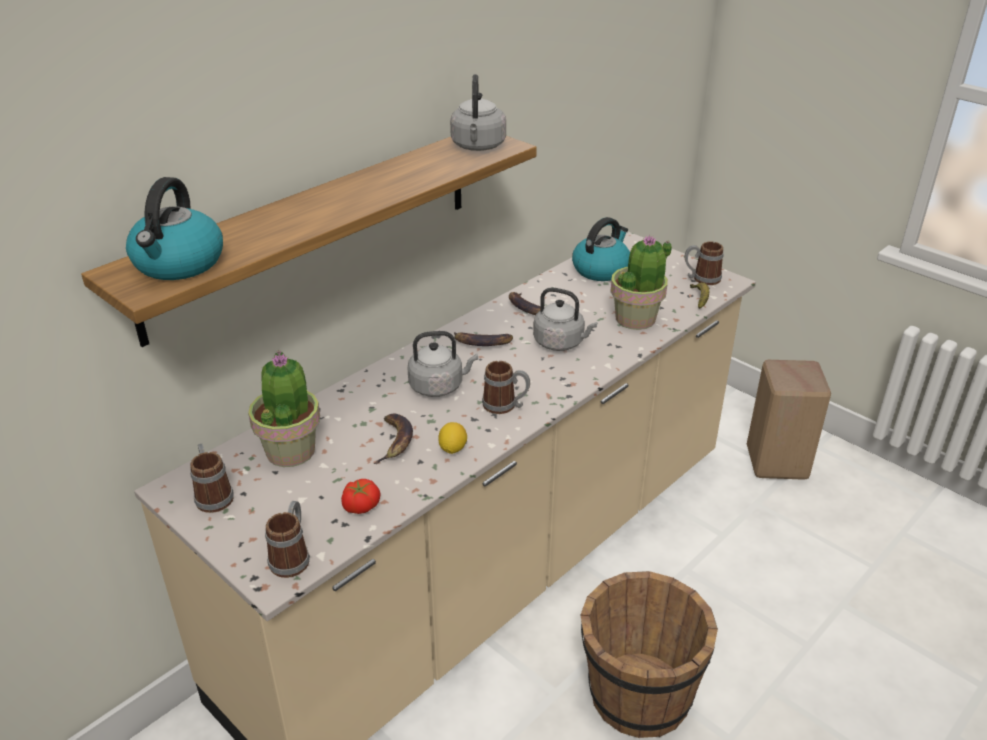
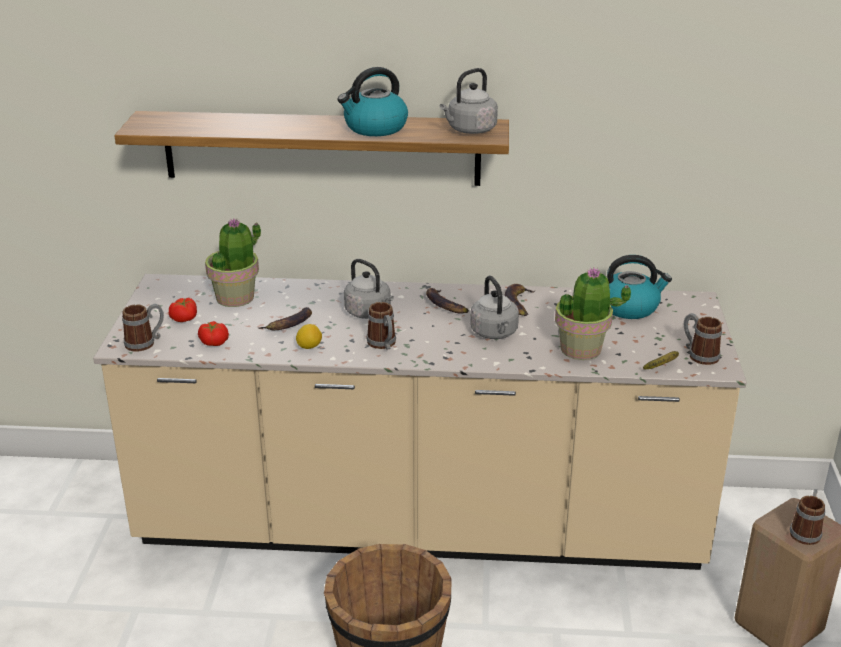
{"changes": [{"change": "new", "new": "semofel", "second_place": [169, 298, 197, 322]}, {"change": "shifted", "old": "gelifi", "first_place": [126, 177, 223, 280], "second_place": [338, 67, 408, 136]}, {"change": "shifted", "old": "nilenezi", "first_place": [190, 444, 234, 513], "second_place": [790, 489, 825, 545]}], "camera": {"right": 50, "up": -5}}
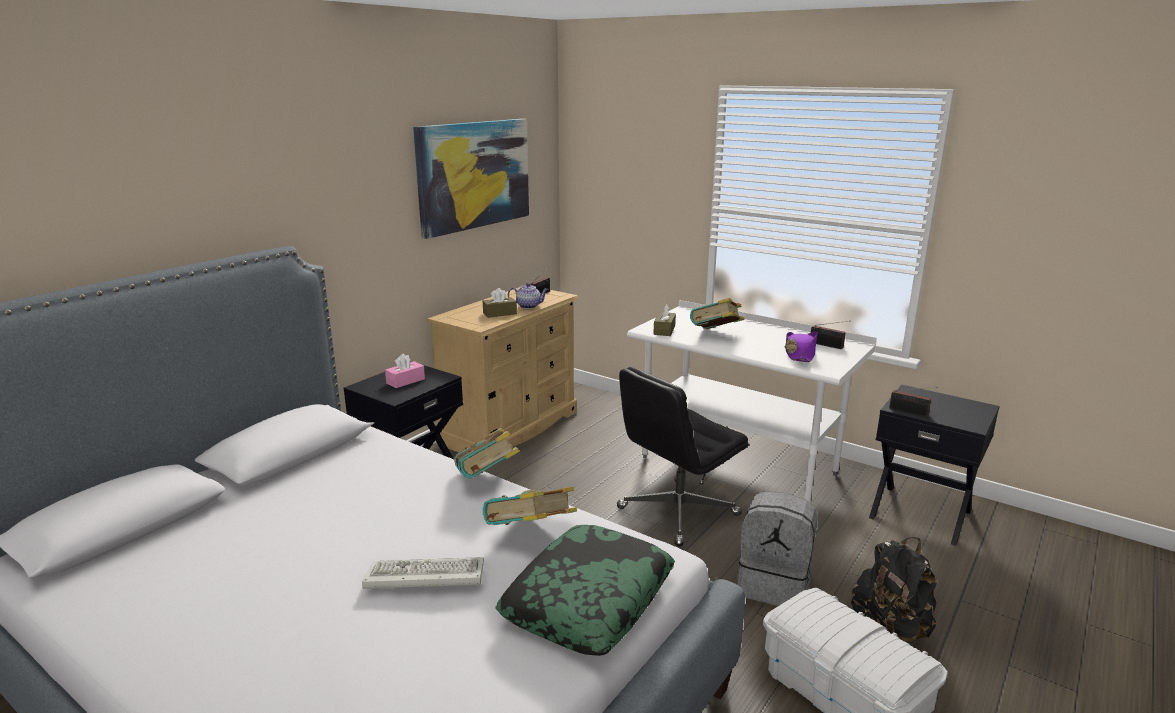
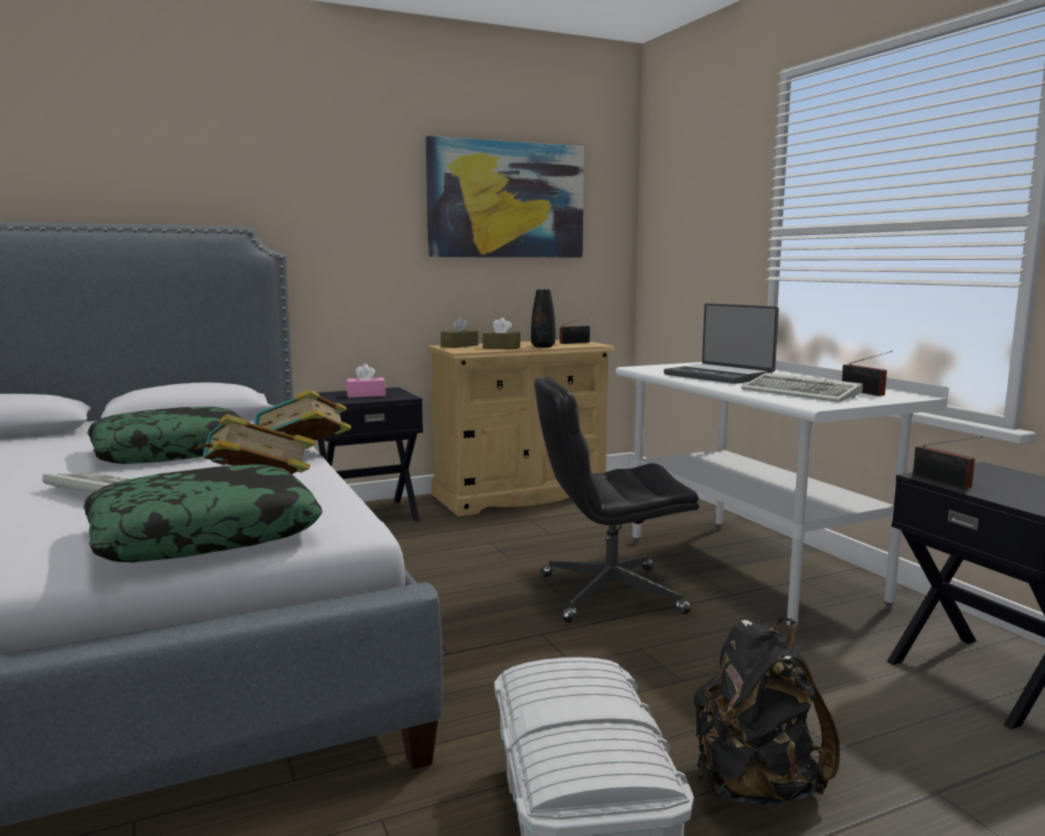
{"changes": [{"change": "gone", "old": "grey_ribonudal", "first_place": [737, 492, 818, 606]}, {"change": "new", "new": "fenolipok", "second_place": [88, 406, 243, 464]}, {"change": "shifted", "old": "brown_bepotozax", "first_place": [653, 304, 676, 336], "second_place": [441, 317, 478, 348]}, {"change": "swapped", "old": "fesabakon", "new": "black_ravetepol", "first_place": [508, 283, 548, 309], "second_place": [531, 289, 555, 348]}, {"change": "swapped", "old": "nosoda", "new": "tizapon", "first_place": [690, 298, 745, 329], "second_place": [664, 303, 779, 384]}, {"change": "swapped", "old": "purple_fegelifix", "new": "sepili", "first_place": [785, 332, 818, 362], "second_place": [741, 373, 863, 402]}], "camera": {"right": 30, "up": -10}}
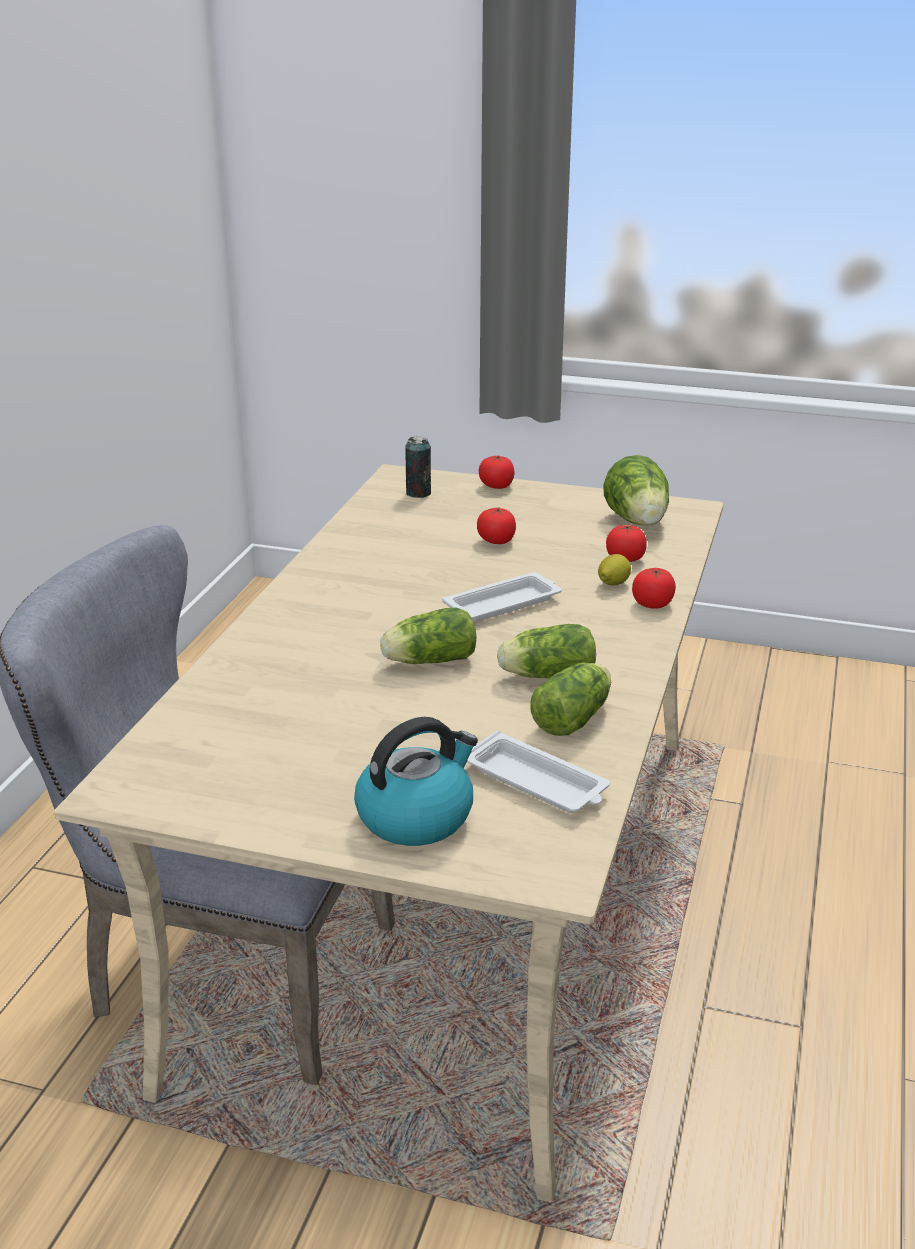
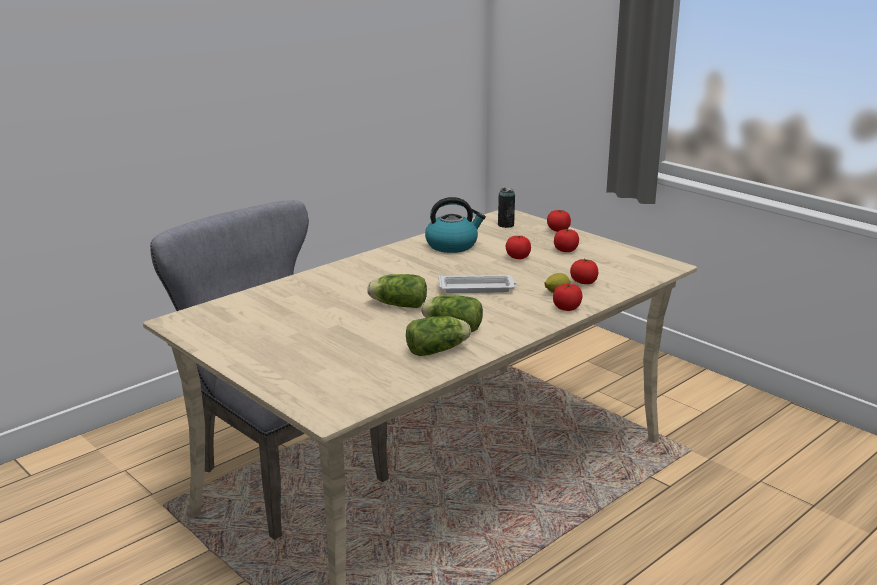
{"changes": [{"change": "gone", "old": "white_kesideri", "first_place": [467, 730, 610, 813]}, {"change": "gone", "old": "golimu", "first_place": [603, 455, 669, 526]}, {"change": "new", "new": "semofel", "second_place": [554, 229, 579, 252]}, {"change": "shifted", "old": "gelifi", "first_place": [354, 717, 478, 846], "second_place": [425, 197, 486, 253]}], "camera": {"right": 30, "up": -5}}
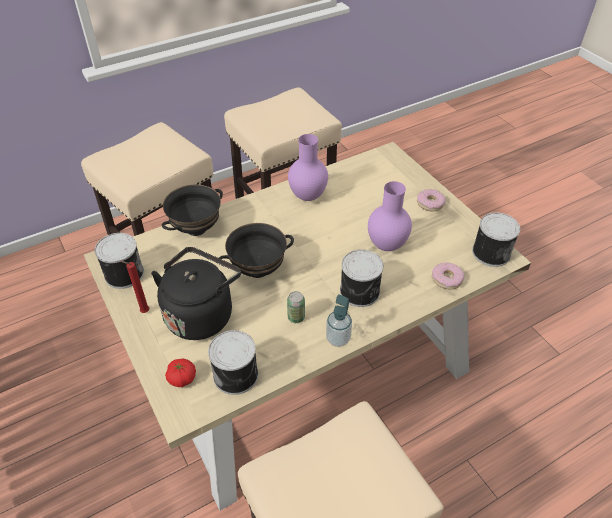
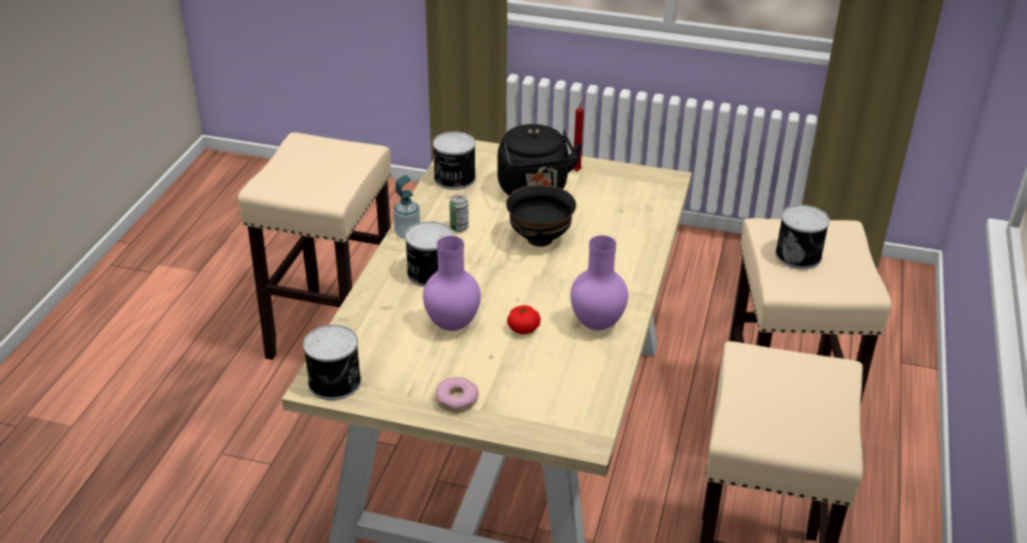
{"changes": [{"change": "gone", "old": "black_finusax", "first_place": [162, 185, 223, 236]}, {"change": "gone", "old": "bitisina", "first_place": [432, 262, 465, 289]}, {"change": "shifted", "old": "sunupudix", "first_place": [95, 233, 144, 289], "second_place": [775, 205, 830, 269]}, {"change": "shifted", "old": "semofel", "first_place": [165, 358, 196, 387], "second_place": [507, 305, 541, 334]}], "camera": {"right": 135, "up": -10}}
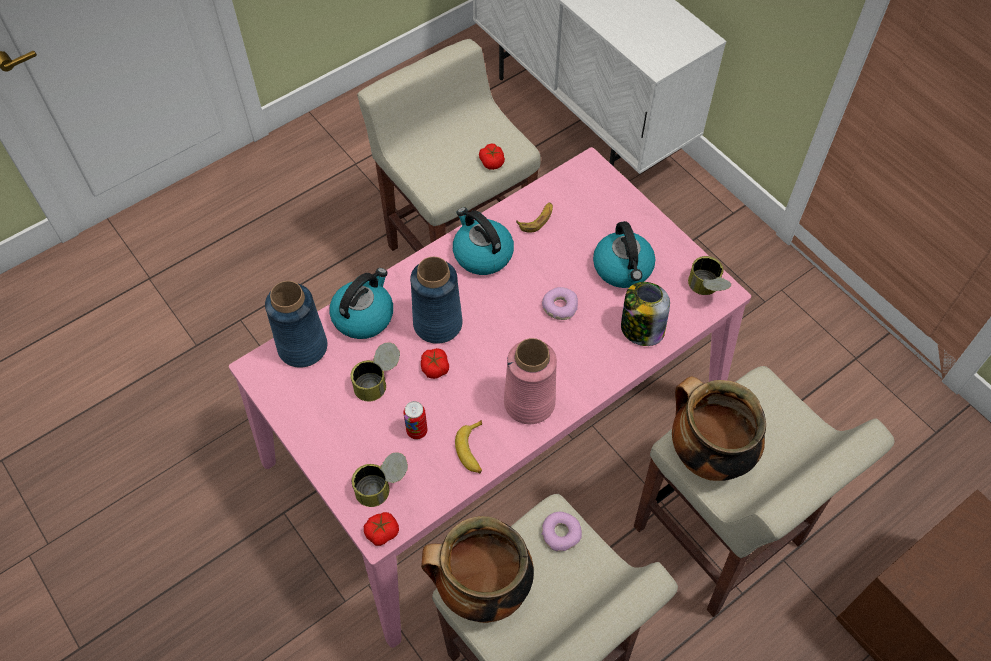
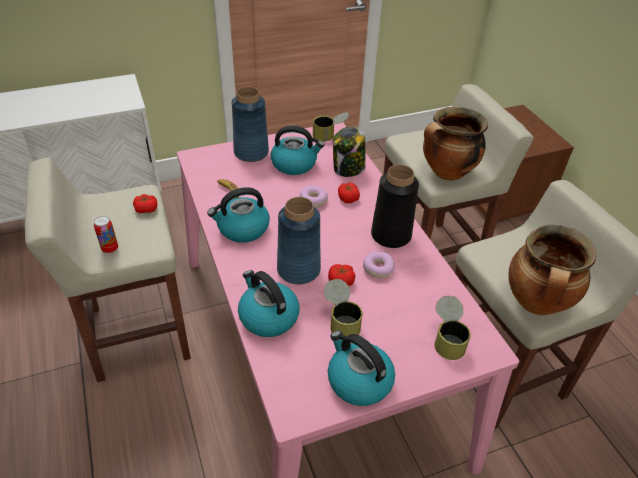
{"changes": [{"change": "gone", "old": "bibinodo", "first_place": [455, 420, 482, 474]}, {"change": "new", "new": "gelifi", "second_place": [328, 331, 395, 406]}, {"change": "shifted", "old": "blue_ravetepol", "first_place": [265, 281, 328, 368], "second_place": [232, 87, 269, 162]}, {"change": "shifted", "old": "semofel", "first_place": [364, 512, 399, 546], "second_place": [338, 183, 360, 203]}, {"change": "shifted", "old": "sunupudix", "first_place": [403, 401, 427, 440], "second_place": [94, 216, 118, 253]}, {"change": "shifted", "old": "bitisina", "first_place": [542, 512, 582, 551], "second_place": [363, 251, 395, 278]}, {"change": "repainted", "old": "pink_ravetepol", "new": "black_ravetepol", "first_place": [504, 338, 557, 424], "second_place": [371, 165, 419, 248]}], "camera": {"right": -75, "up": -15}}
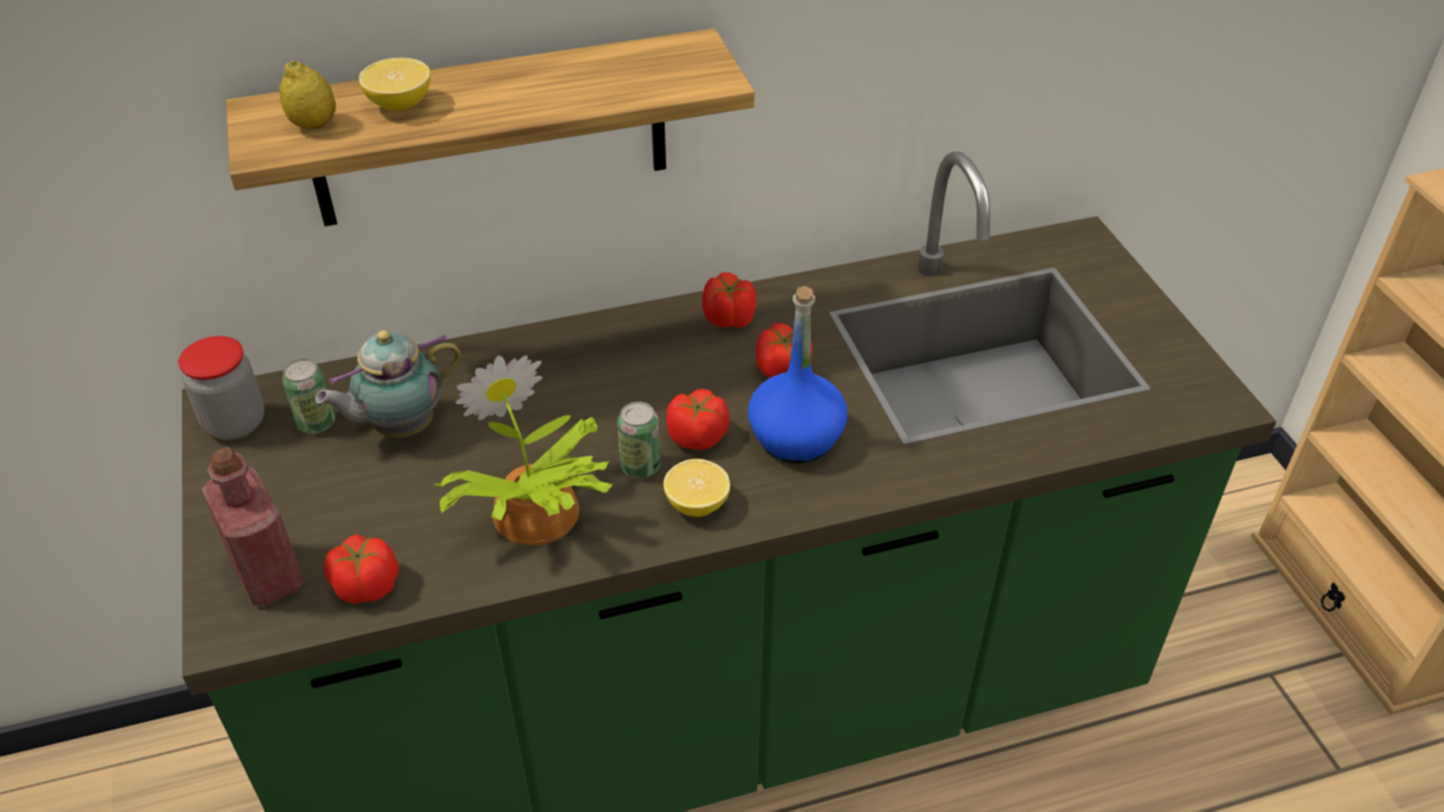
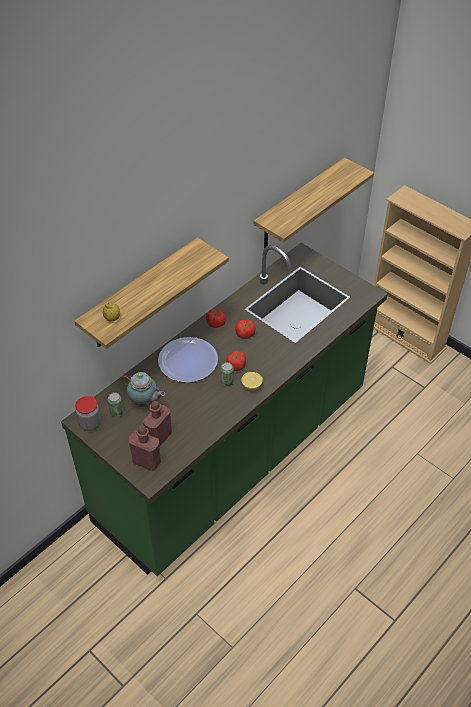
{"changes": [{"change": "gone", "old": "semofel", "first_place": [324, 534, 399, 604]}, {"change": "gone", "old": "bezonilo", "first_place": [359, 58, 431, 111]}, {"change": "gone", "old": "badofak", "first_place": [434, 355, 614, 545]}, {"change": "gone", "old": "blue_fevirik", "first_place": [748, 286, 847, 463]}, {"change": "new", "new": "red_fevirik", "second_place": [143, 401, 172, 446]}, {"change": "new", "new": "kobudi", "second_place": [158, 337, 218, 383]}, {"change": "new", "new": "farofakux", "second_place": [254, 157, 374, 248]}, {"change": "rotated", "old": "fesabakon", "first_place": [315, 330, 461, 438], "second_place": [121, 372, 165, 407], "degrees": -90}], "camera": {"right": -30, "up": 5}}
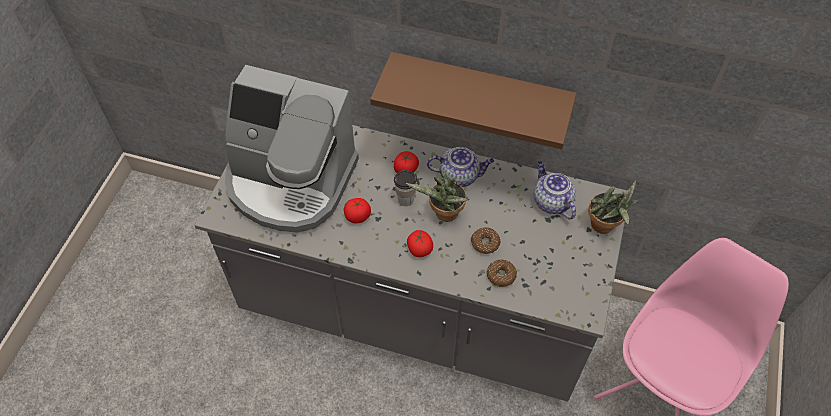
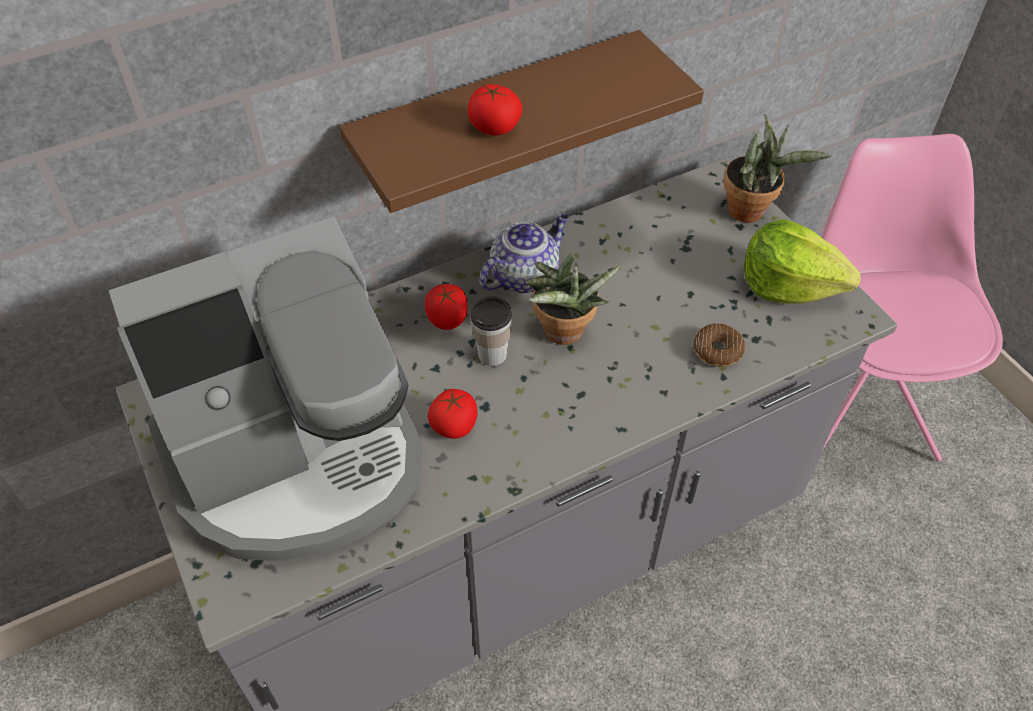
{"changes": [{"change": "gone", "old": "bitisina", "first_place": [471, 227, 501, 254]}, {"change": "gone", "old": "fesabakon", "first_place": [534, 161, 576, 219]}, {"change": "new", "new": "golimu", "second_place": [744, 219, 861, 304]}, {"change": "shifted", "old": "semofel", "first_place": [407, 230, 433, 257], "second_place": [468, 84, 522, 135]}], "camera": {"right": -45, "up": -5}}
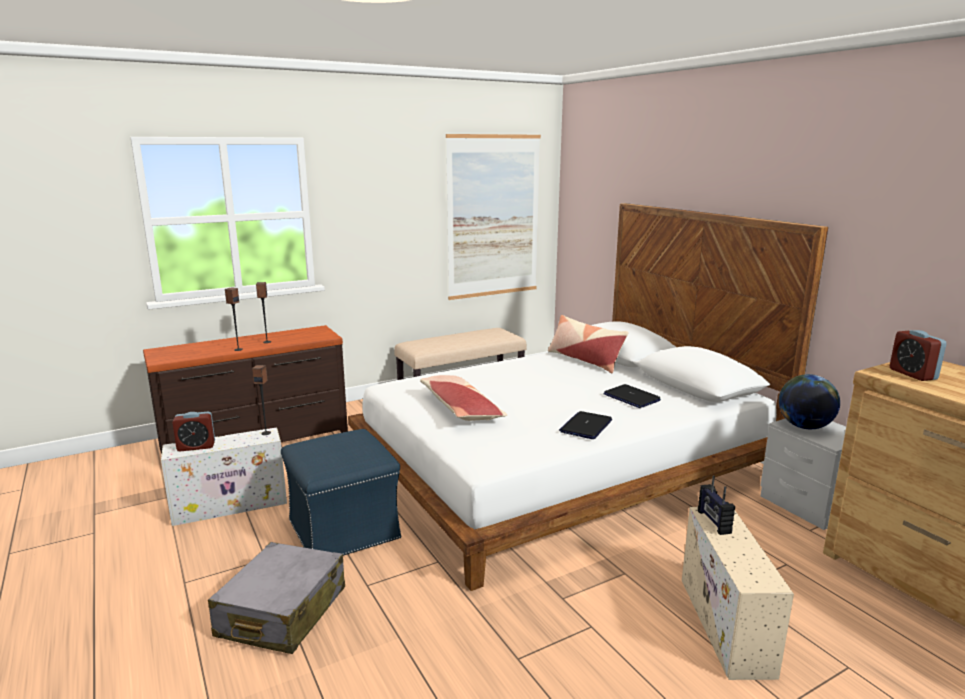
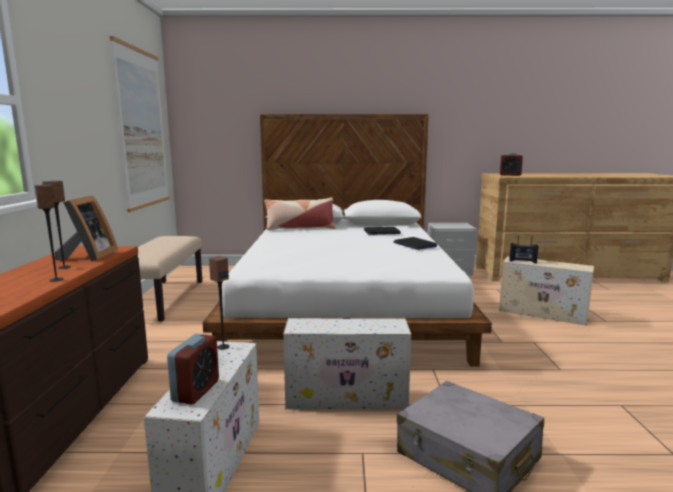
{"changes": [{"change": "gone", "old": "fenolipok", "first_place": [420, 375, 507, 421]}, {"change": "gone", "old": "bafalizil", "first_place": [779, 374, 840, 429]}, {"change": "new", "new": "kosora", "second_place": [55, 195, 118, 262]}, {"change": "swapped", "old": "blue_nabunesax", "new": "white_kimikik", "first_place": [281, 429, 401, 556], "second_place": [283, 318, 411, 410]}], "camera": {"right": -60, "up": -5}}
